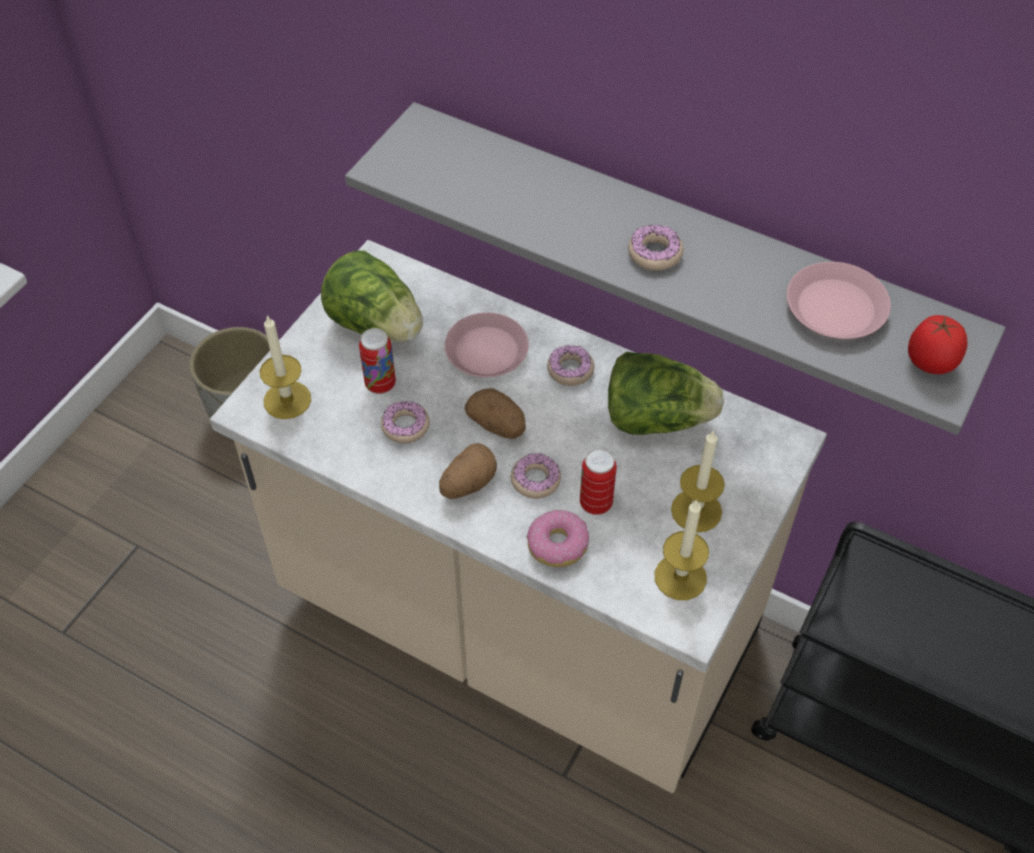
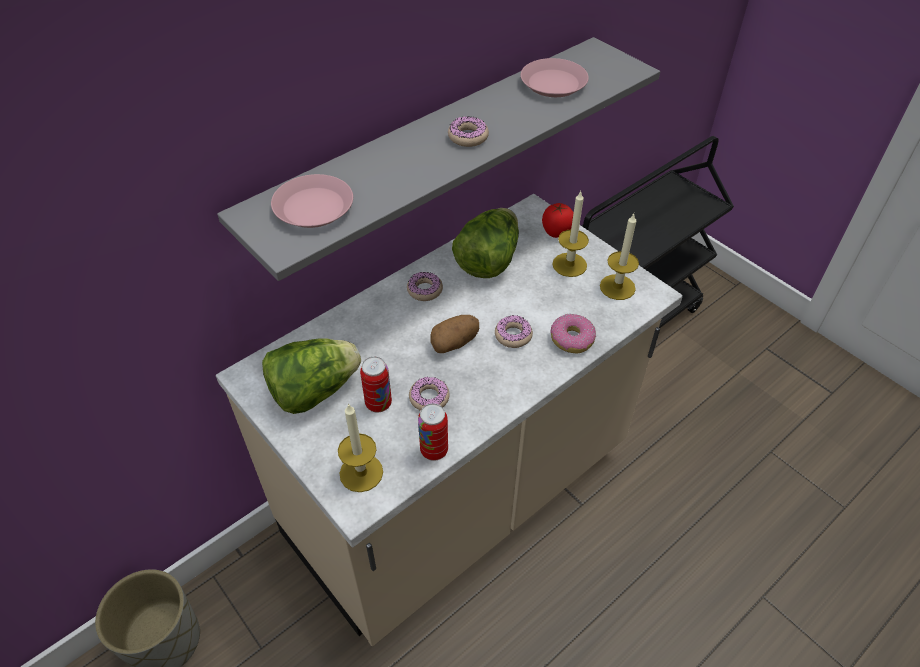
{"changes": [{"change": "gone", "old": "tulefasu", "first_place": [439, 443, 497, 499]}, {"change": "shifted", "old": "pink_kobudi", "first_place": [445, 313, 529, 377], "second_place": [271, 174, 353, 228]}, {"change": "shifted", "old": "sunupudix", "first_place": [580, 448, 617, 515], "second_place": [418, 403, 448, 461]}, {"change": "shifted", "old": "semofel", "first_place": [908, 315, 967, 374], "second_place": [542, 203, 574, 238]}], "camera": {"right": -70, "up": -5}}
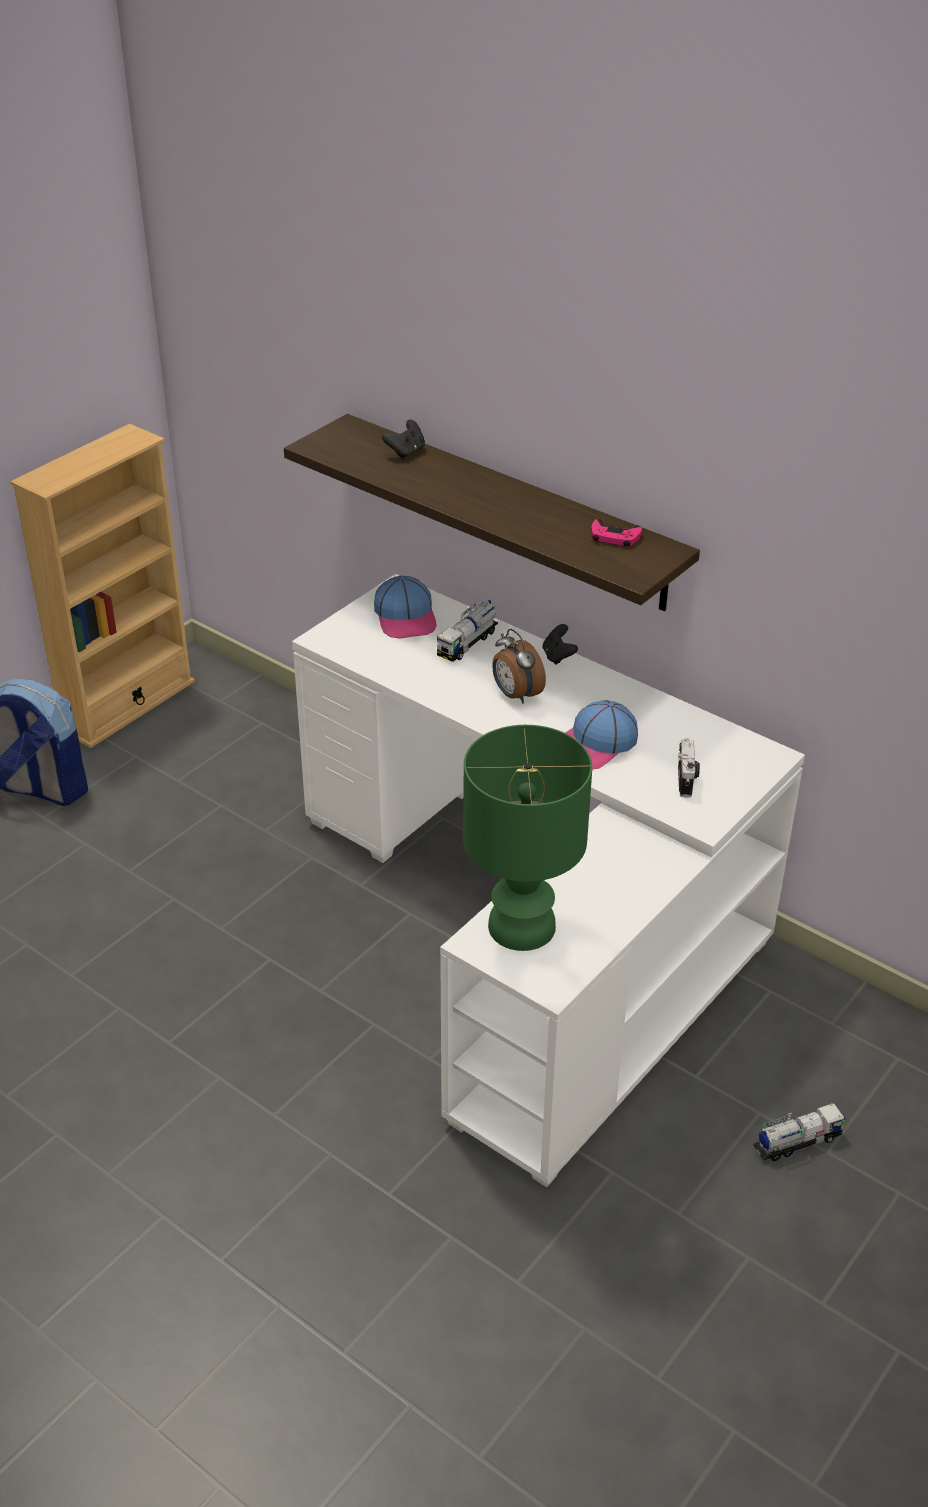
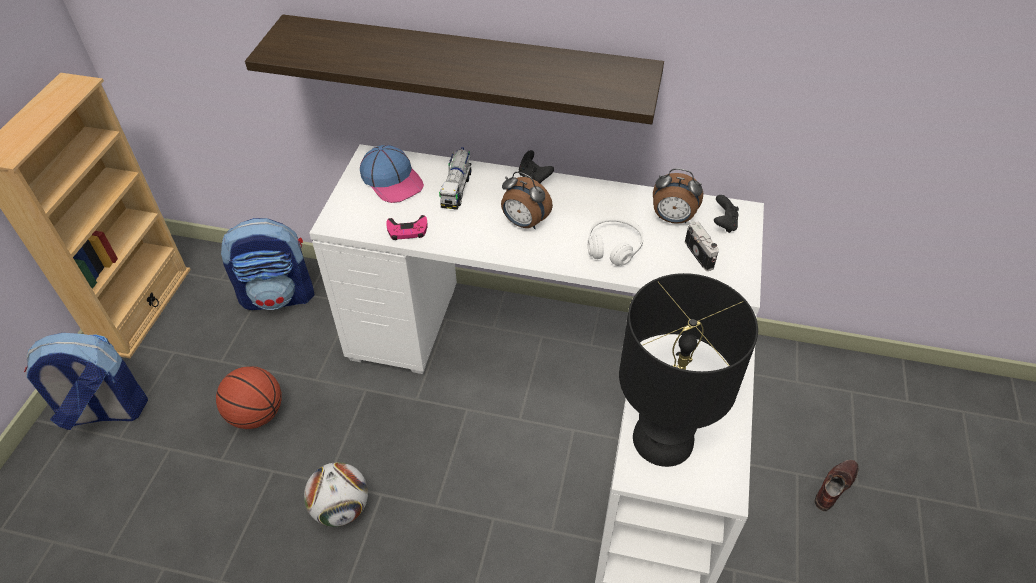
{"changes": [{"change": "new", "new": "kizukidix", "second_place": [216, 366, 282, 429]}, {"change": "new", "new": "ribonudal", "second_place": [221, 218, 314, 310]}, {"change": "new", "new": "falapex", "second_place": [304, 462, 368, 527]}, {"change": "new", "new": "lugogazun", "second_place": [653, 168, 703, 224]}, {"change": "shifted", "old": "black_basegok", "first_place": [382, 420, 425, 459], "second_place": [714, 195, 739, 233]}, {"change": "shifted", "old": "pink_basegok", "first_place": [591, 519, 642, 547], "second_place": [386, 215, 428, 240]}, {"change": "swapped", "old": "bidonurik", "new": "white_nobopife", "first_place": [566, 700, 638, 769], "second_place": [588, 216, 644, 266]}, {"change": "swapped", "old": "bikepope", "new": "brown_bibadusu", "first_place": [753, 1103, 845, 1161], "second_place": [814, 460, 859, 511]}, {"change": "repainted", "old": "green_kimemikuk", "new": "black_kimemikuk", "first_place": [463, 725, 592, 951], "second_place": [619, 273, 758, 467]}], "camera": {"right": -25, "up": 10}}
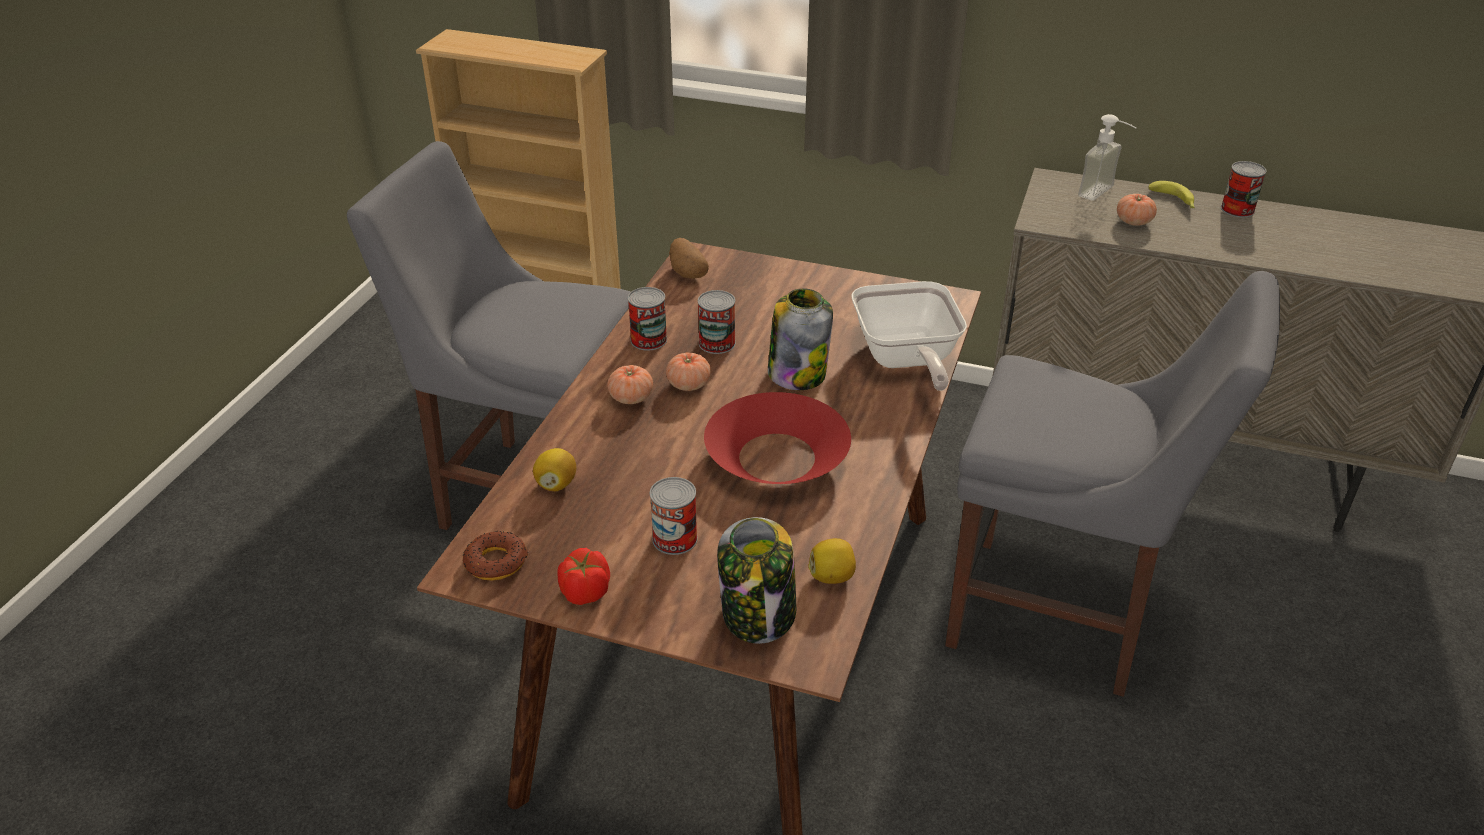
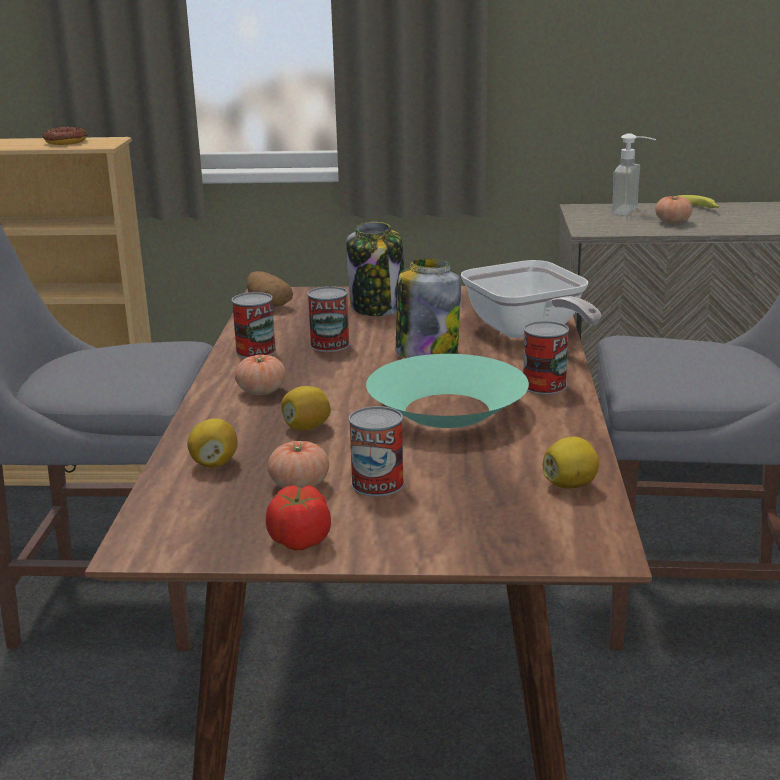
{"changes": [{"change": "new", "new": "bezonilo", "second_place": [281, 386, 331, 430]}, {"change": "shifted", "old": "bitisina", "first_place": [463, 531, 529, 581], "second_place": [43, 127, 88, 145]}, {"change": "shifted", "old": "semofel", "first_place": [666, 352, 711, 391], "second_place": [268, 441, 329, 489]}, {"change": "shifted", "old": "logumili", "first_place": [717, 517, 796, 644], "second_place": [346, 222, 404, 316]}, {"change": "shifted", "old": "sunupudix", "first_place": [1221, 161, 1267, 218], "second_place": [523, 321, 569, 394]}, {"change": "repainted", "old": "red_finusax", "new": "turquoise_finusax", "first_place": [704, 392, 851, 484], "second_place": [366, 354, 529, 428]}], "camera": {"right": -15, "up": -15}}
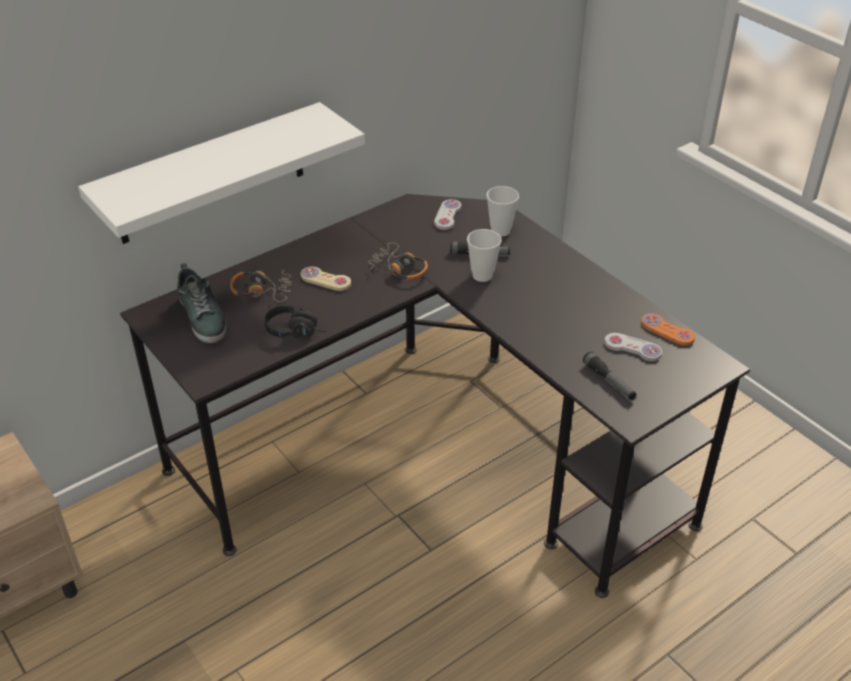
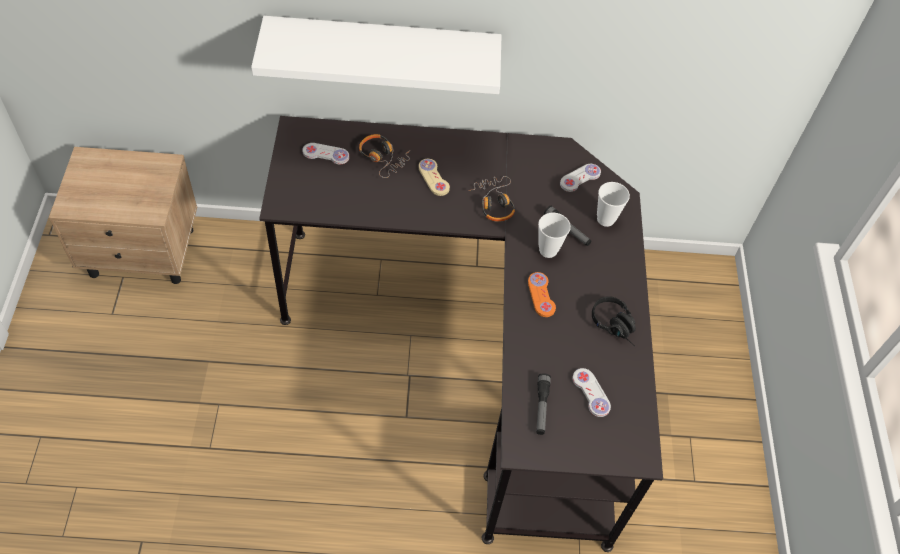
{"changes": [{"change": "shifted", "old": "black_nobopife", "first_place": [264, 305, 327, 338], "second_place": [592, 296, 636, 346]}, {"change": "shifted", "old": "orange_basegok", "first_place": [641, 314, 695, 346], "second_place": [528, 272, 556, 317]}, {"change": "swapped", "old": "bibadusu", "new": "white_basegok", "first_place": [177, 263, 227, 343], "second_place": [302, 143, 349, 164]}], "camera": {"right": 35, "up": 15}}
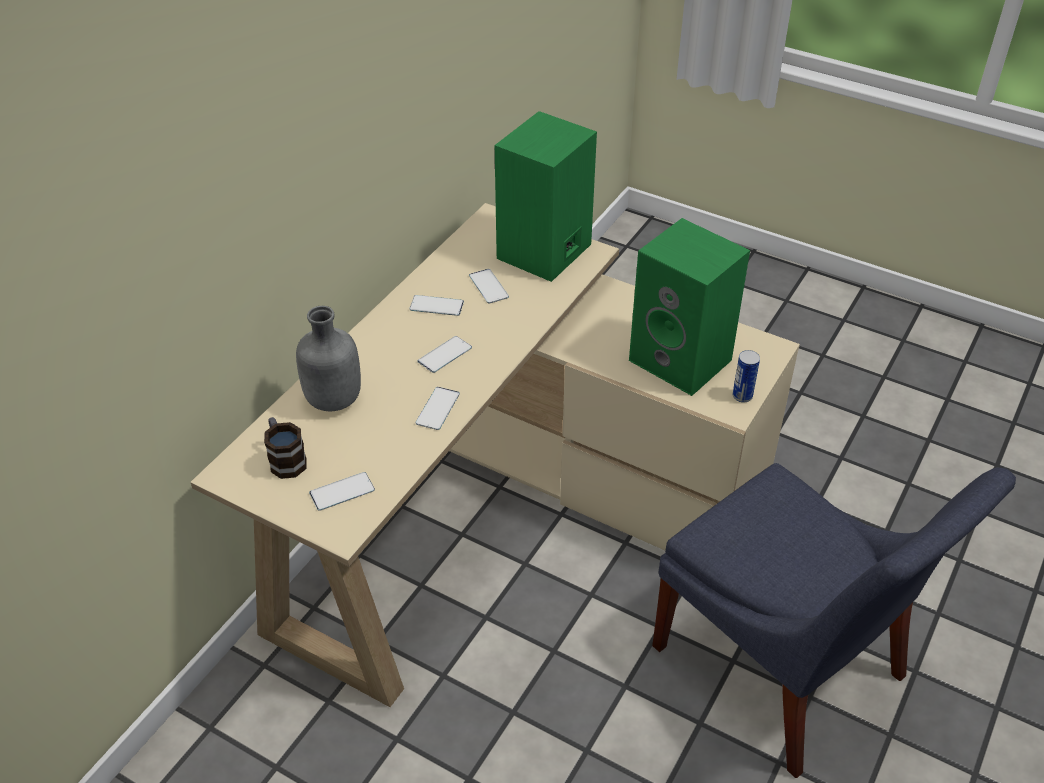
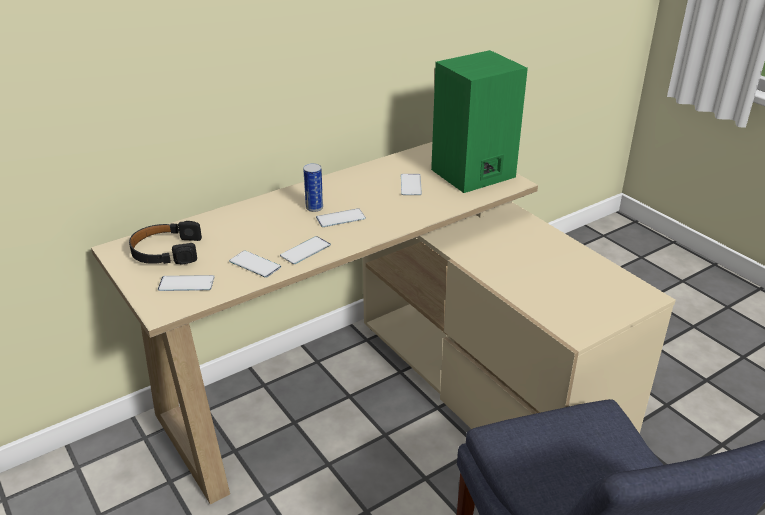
{"changes": [{"change": "gone", "old": "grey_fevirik", "first_place": [296, 306, 361, 412]}, {"change": "gone", "old": "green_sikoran", "first_place": [629, 218, 750, 396]}, {"change": "shifted", "old": "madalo", "first_place": [409, 295, 464, 316], "second_place": [229, 251, 281, 277]}, {"change": "shifted", "old": "sunupudix", "first_place": [733, 350, 760, 403], "second_place": [303, 163, 323, 212]}, {"change": "swapped", "old": "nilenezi", "new": "black_nobopife", "first_place": [264, 417, 307, 479], "second_place": [129, 220, 202, 265]}], "camera": {"right": 25, "up": -10}}
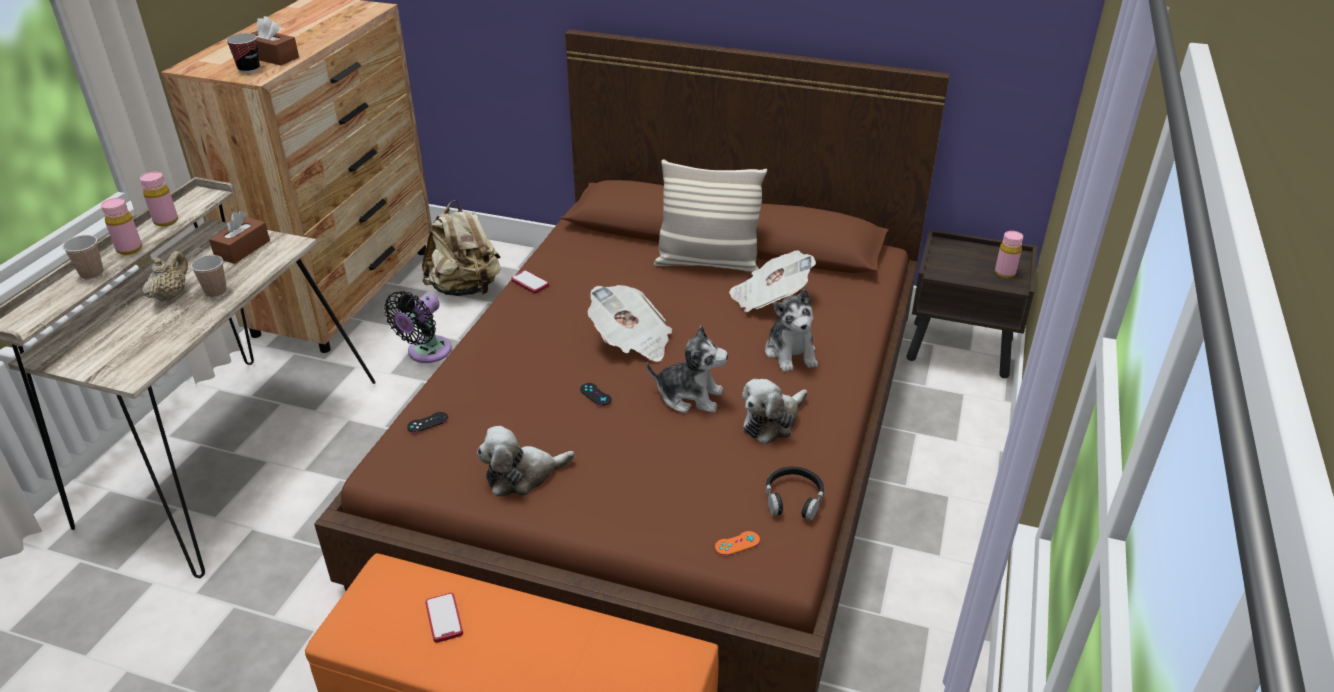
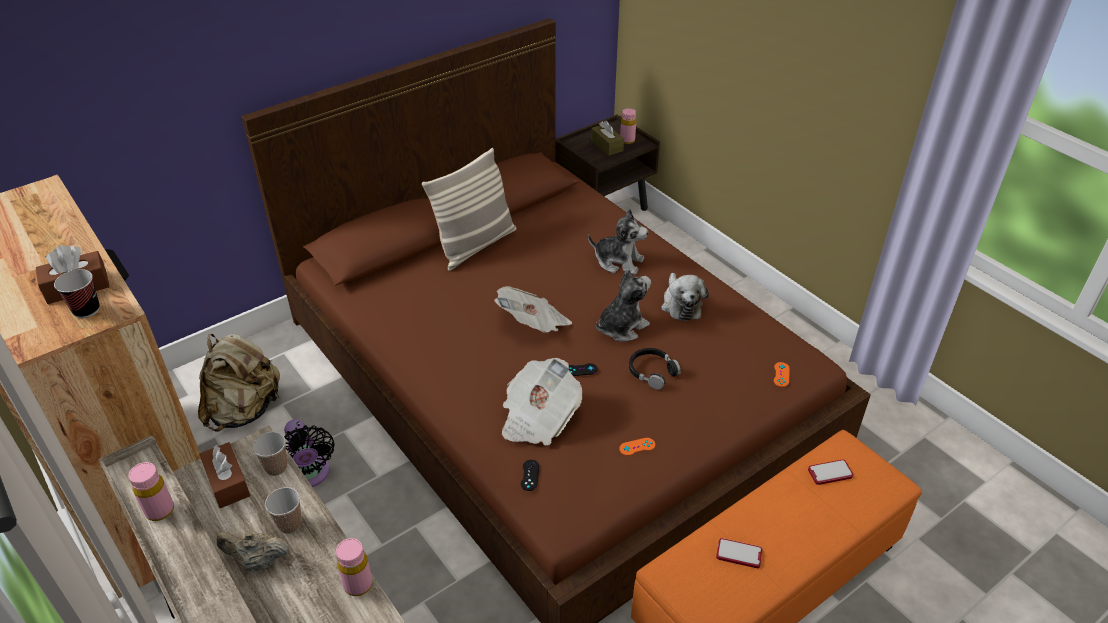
{"changes": [{"change": "new", "new": "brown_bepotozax", "second_place": [591, 121, 624, 156]}, {"change": "shifted", "old": "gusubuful", "first_place": [62, 235, 103, 279], "second_place": [252, 432, 287, 476]}, {"change": "shifted", "old": "pink_fevirik", "first_place": [101, 198, 142, 255], "second_place": [336, 538, 373, 596]}, {"change": "shifted", "old": "madalo", "first_place": [511, 270, 549, 293], "second_place": [808, 460, 853, 485]}, {"change": "shifted", "old": "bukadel", "first_place": [729, 250, 816, 312], "second_place": [502, 358, 582, 446]}, {"change": "shifted", "old": "black_nobopife", "first_place": [766, 467, 824, 521], "second_place": [629, 348, 681, 389]}, {"change": "swapped", "old": "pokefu", "new": "orange_basegok", "first_place": [477, 426, 575, 497], "second_place": [619, 438, 655, 456]}, {"change": "rotated", "old": "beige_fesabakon", "first_place": [143, 251, 188, 302], "second_place": [216, 531, 289, 571], "degrees": -45}], "camera": {"right": -55, "up": 5}}
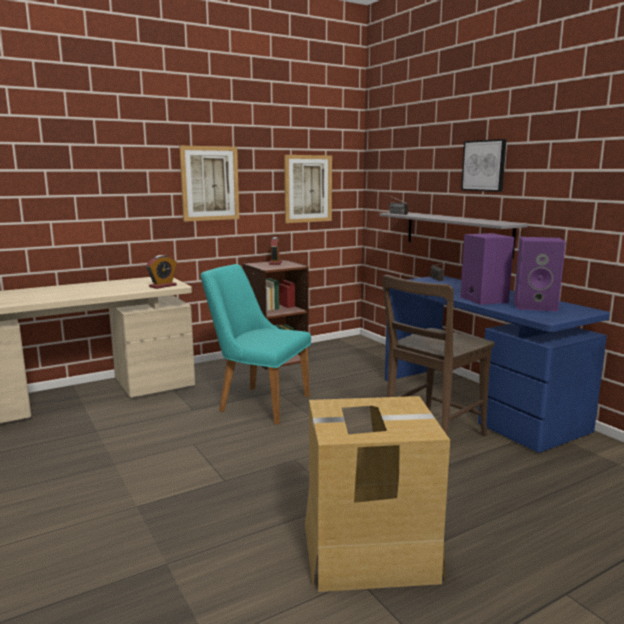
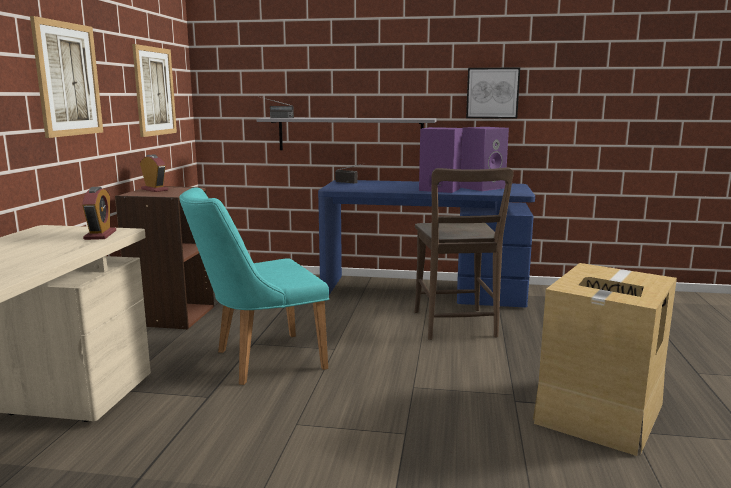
{"changes": [{"change": "shifted", "old": "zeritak", "first_place": [461, 139, 507, 192], "second_place": [466, 67, 520, 119]}], "camera": {"right": -50, "up": 0}}
